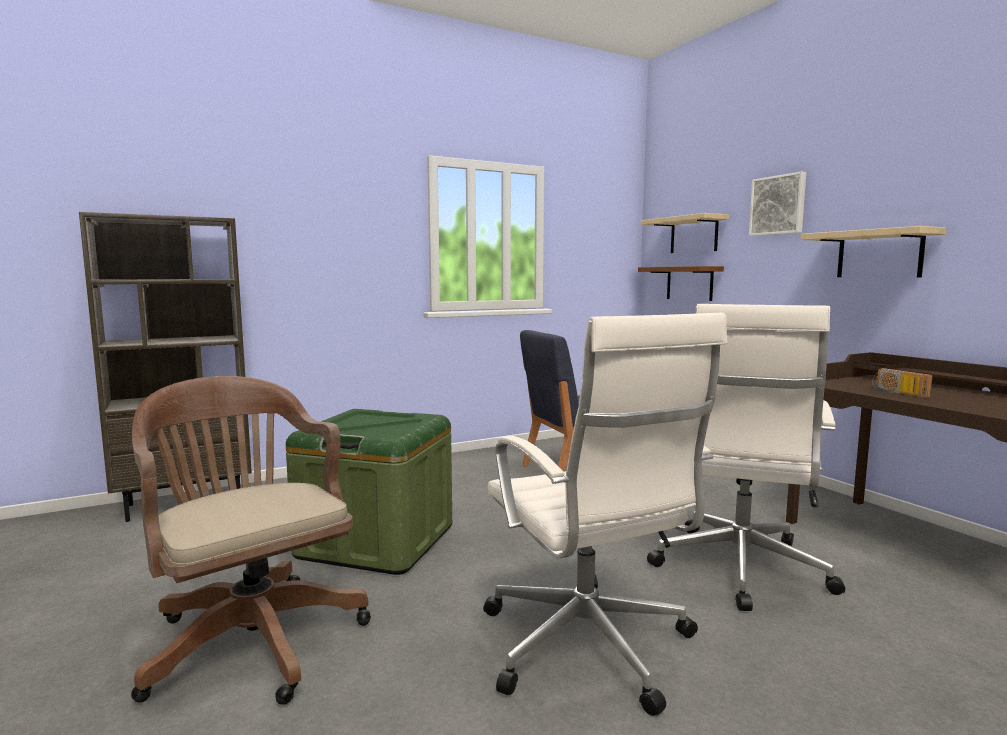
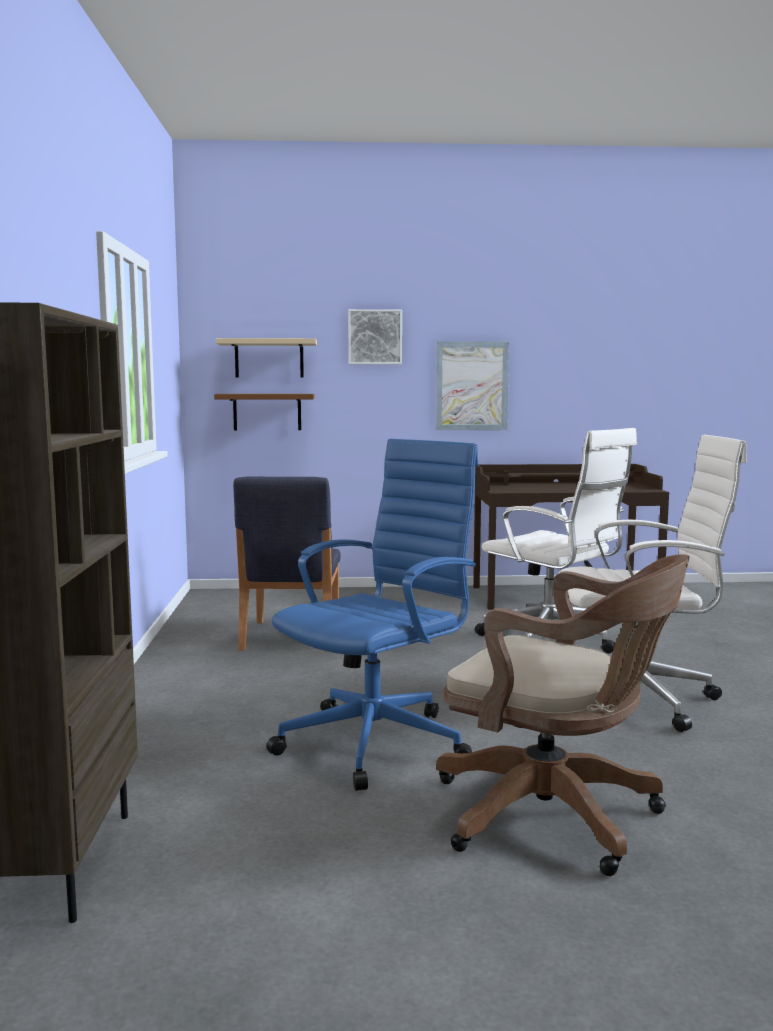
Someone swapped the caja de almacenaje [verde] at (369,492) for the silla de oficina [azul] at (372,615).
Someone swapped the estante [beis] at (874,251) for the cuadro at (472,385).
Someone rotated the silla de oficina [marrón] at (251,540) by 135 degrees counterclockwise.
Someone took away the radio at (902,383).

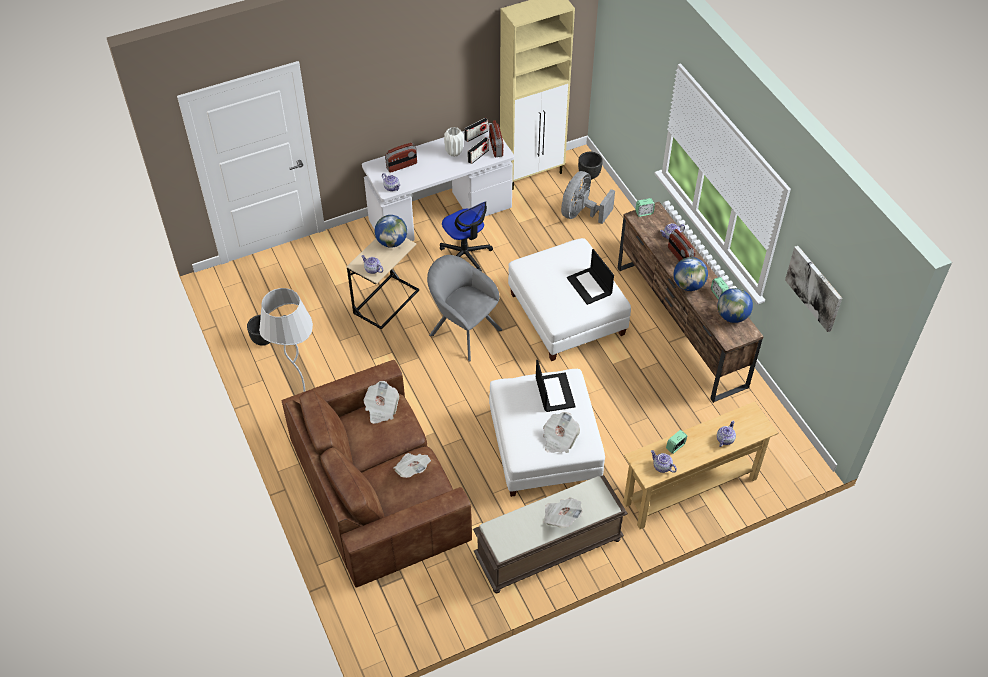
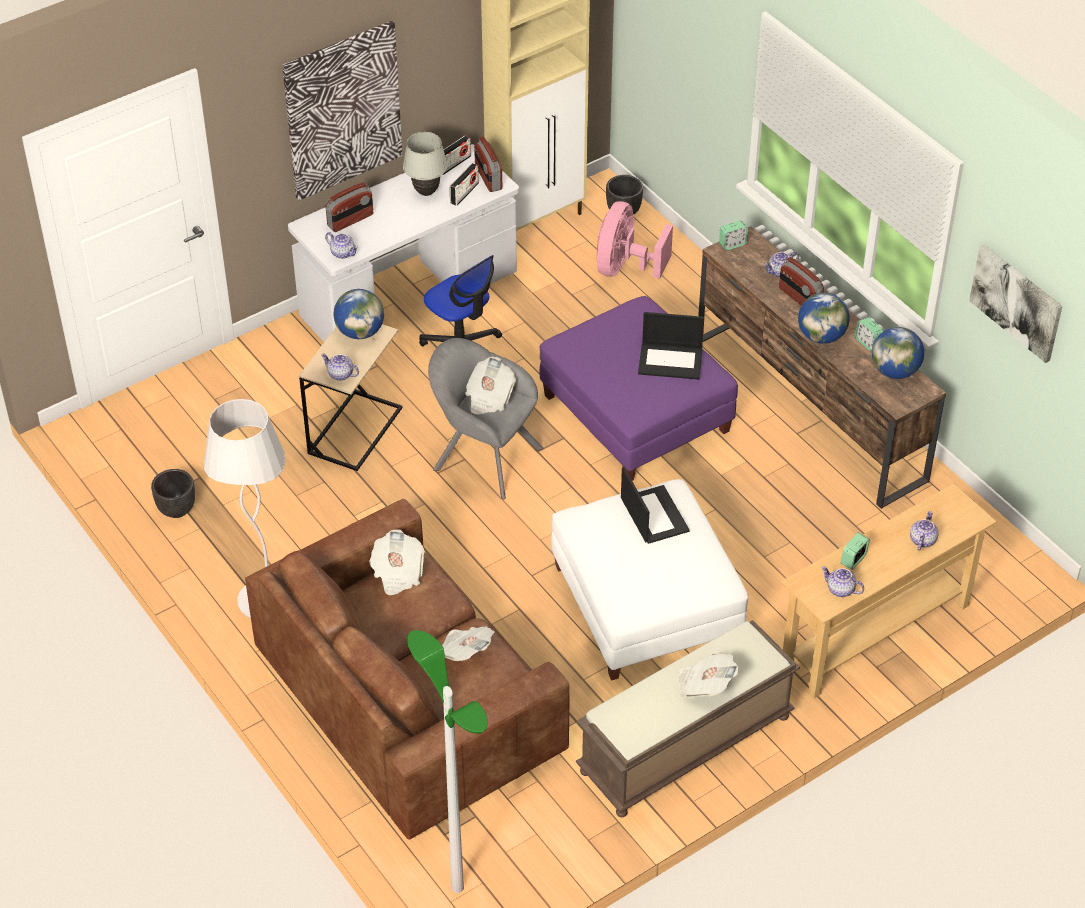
Someone put up the cuadro at (342,110).
Someone swapped the florero [blanco] at (454,142) for the lámpara de mesa [blanco] at (425,164).
Someone put down the lámpara de pie at (447,761).
Someone carried the periódico from (561,432) to (490,385).
Someone repainted the puf [blanco] at (569,299), which became the puf [morado] at (639,388).
Someone repainted the ventilador [gris] at (588,197), which became the ventilador [rosa] at (634,240).
Someone rotated the portátil at (590,277) by 45 degrees counterclockwise.

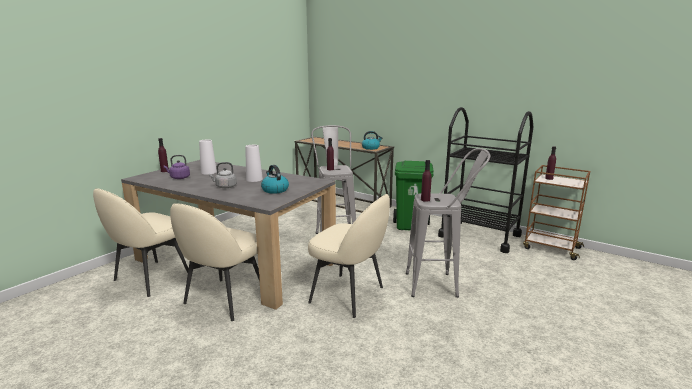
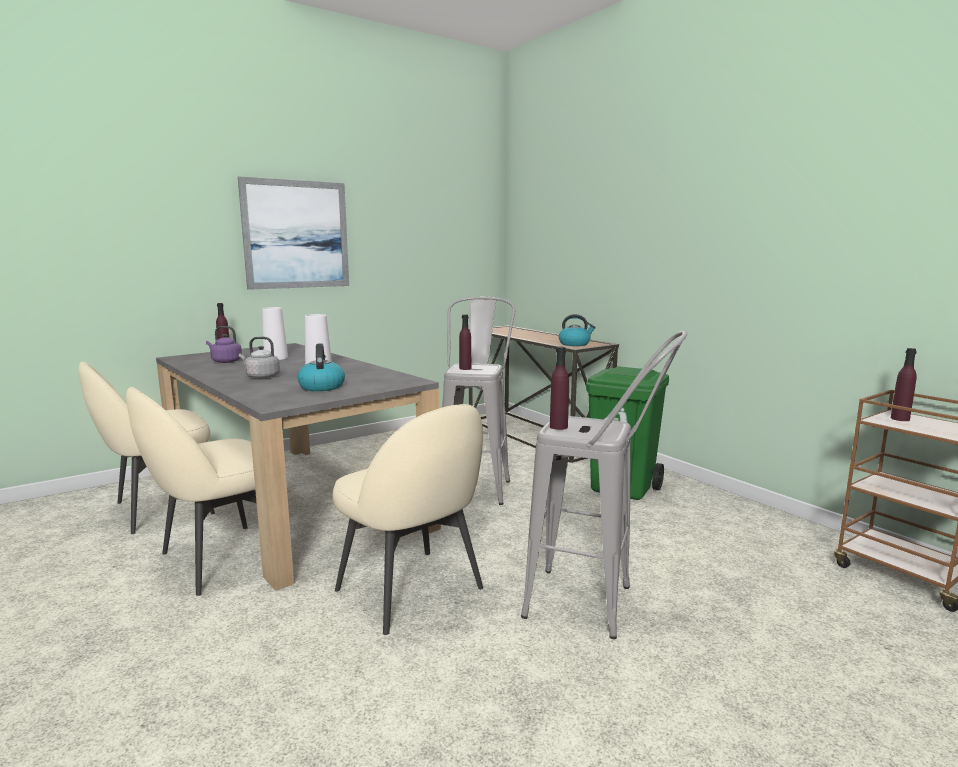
Someone put up the cuadro at (293,233).
Someone took away the carrito [negro] at (486,180).

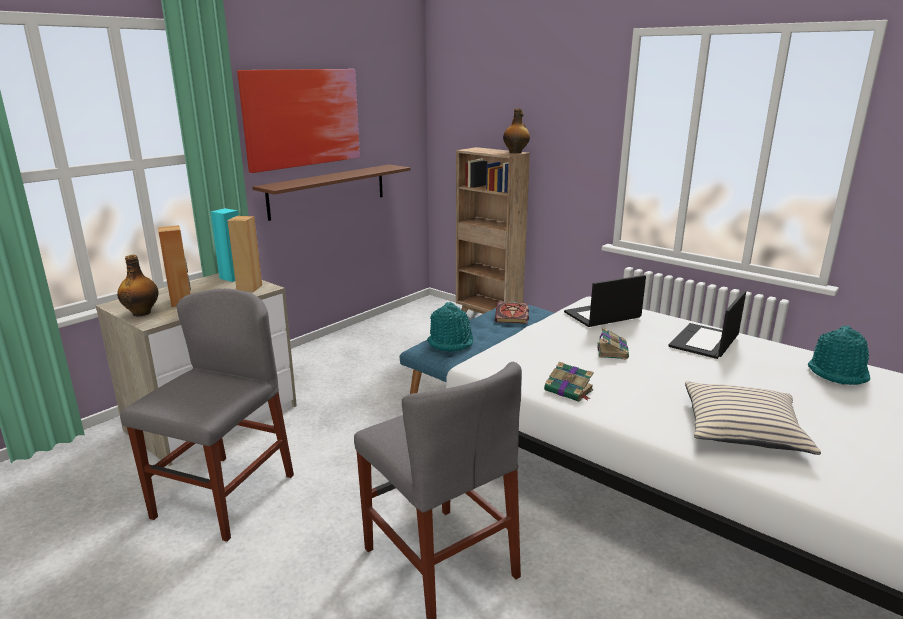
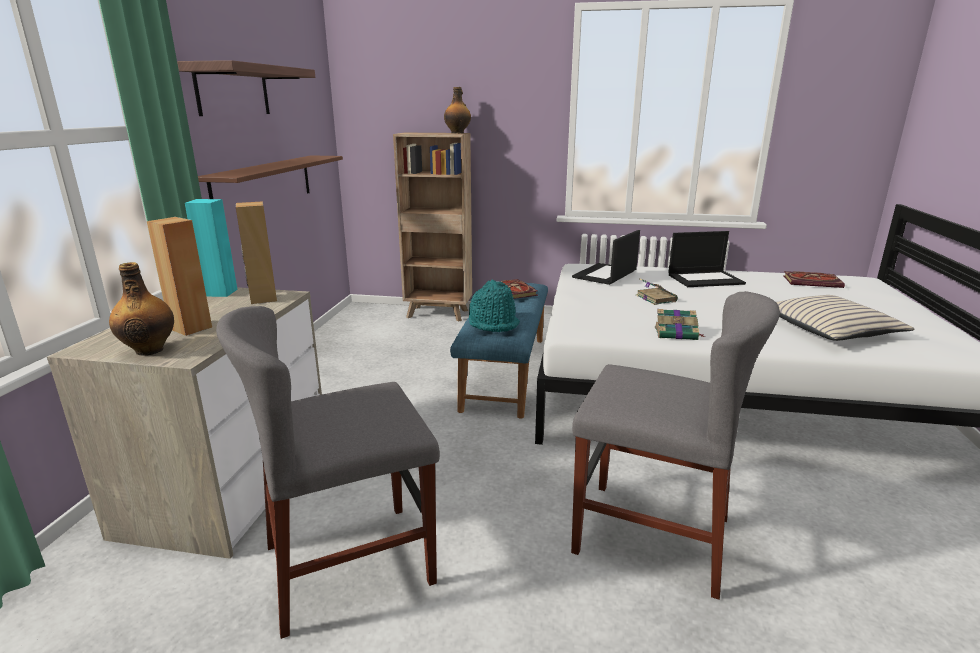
Someone swapped the cuadro at (298,121) for the estante at (246,88).
Someone rotated the silla [gris] at (207,415) by 105 degrees counterclockwise.
Someone rotated the portátil at (707,325) by 105 degrees counterclockwise.
Someone swapped the sombrero [turquesa] at (839,355) for the libro at (814,279).

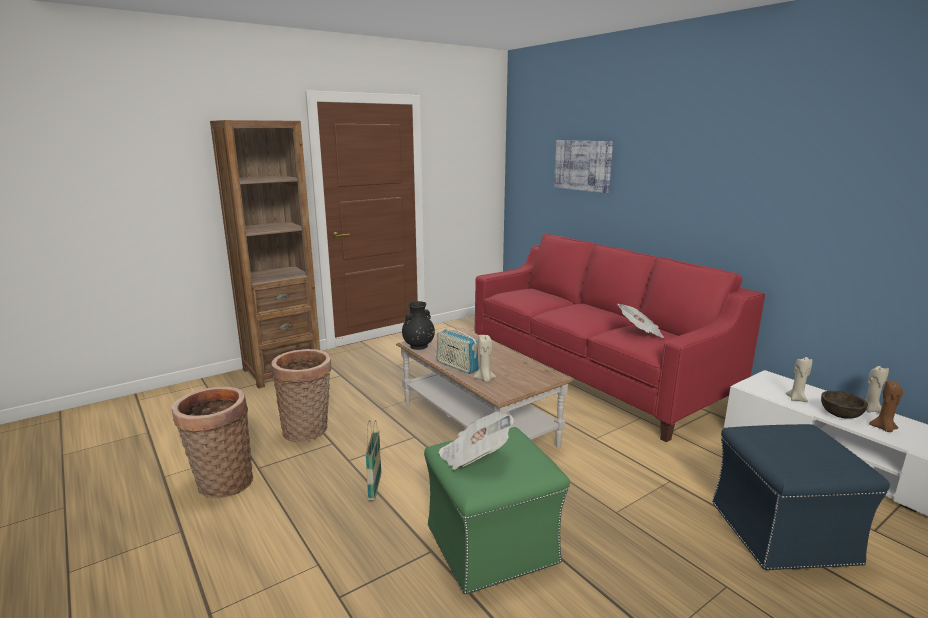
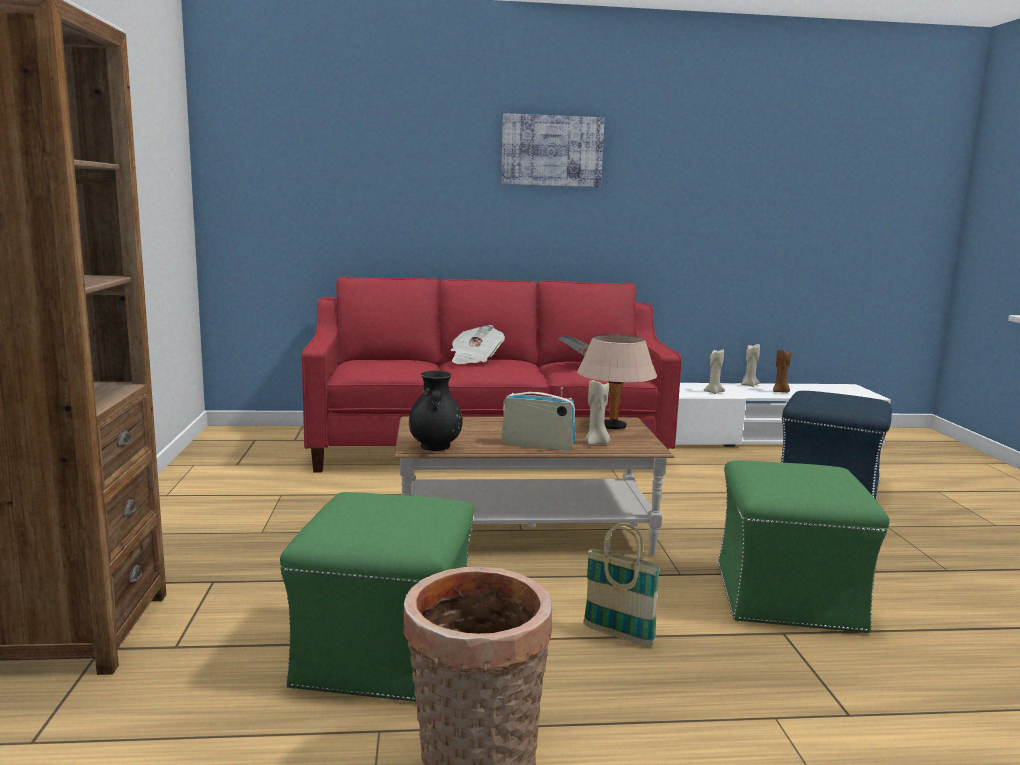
Someone swapped the cesta at (301,395) for the puf [verde] at (377,597).
Someone carried the periódico from (476,441) to (478,344).
Someone carried the cuadro from (583,166) to (553,150).
Someone rotated the radio at (458,349) by 150 degrees counterclockwise.
Someone put down the lámpara de mesa [beis] at (617,381).
Someone took away the cuenco [marrón] at (844,405).

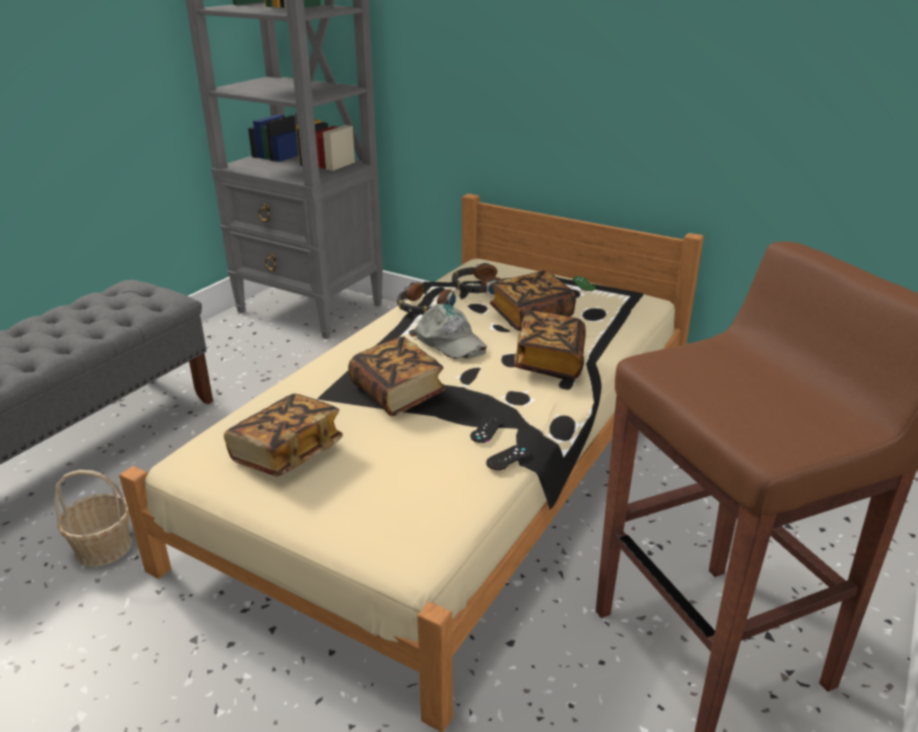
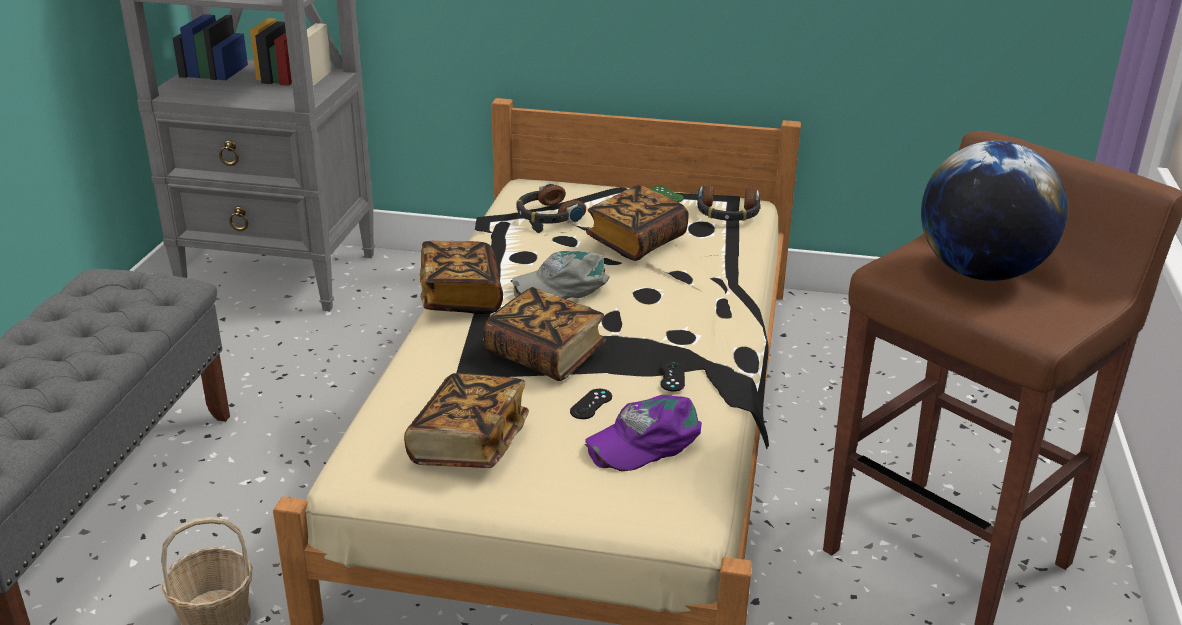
Someone carried the libro from (550,345) to (461,277).
Someone rotated the gorra [gris] at (448,331) by 135 degrees clockwise.
Someone carried the mando de consola [negro] from (508,457) to (591,404).
Someone put down the gorra [morado] at (643,433).
Someone carried the auriculares from (426,298) to (729,203).
Someone put down the globo terráqueo at (994,211).

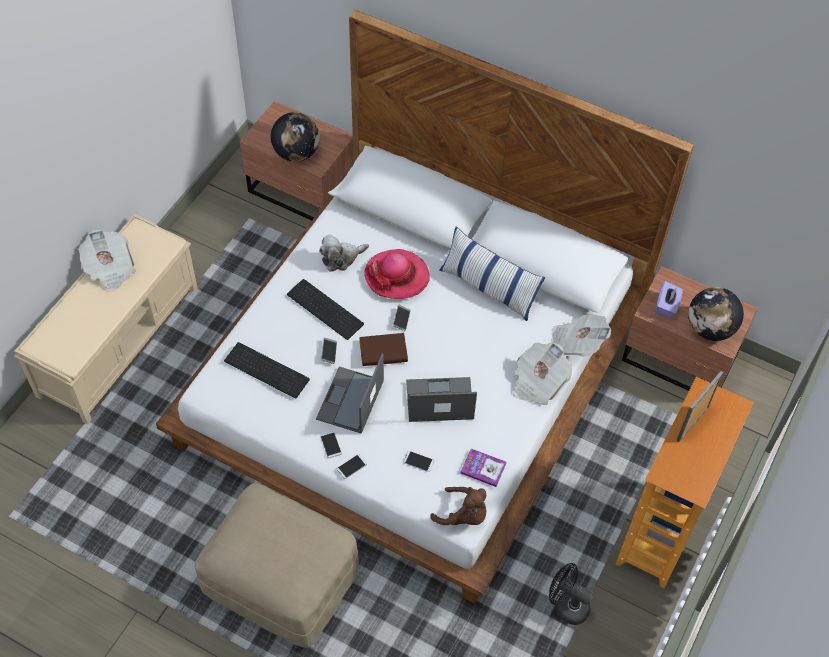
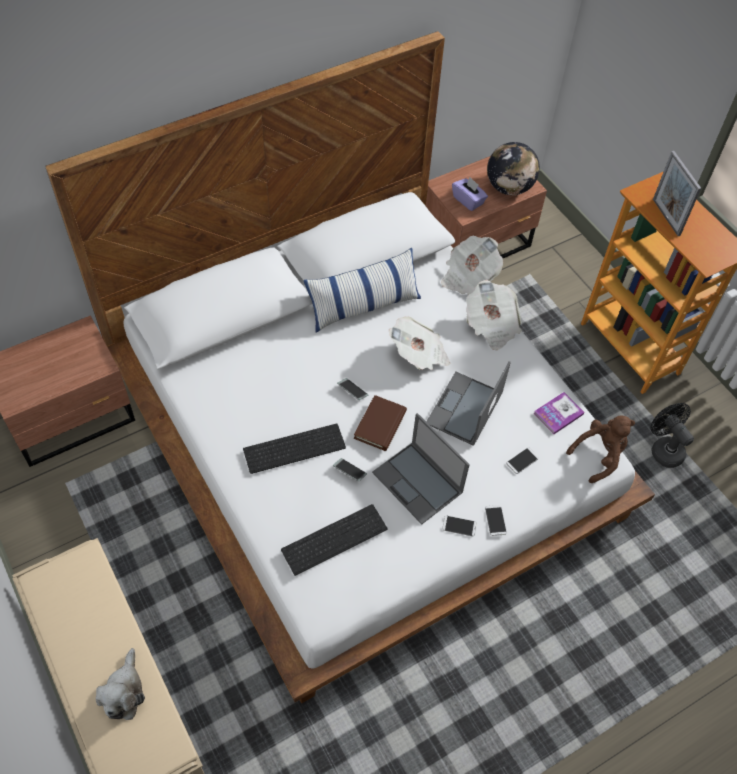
Someone carried the peluche from (344,253) to (120,684).
Someone carried the periódico from (107,260) to (420,343).
Someone rotated the ventilador [negro] at (571,594) by 90 degrees clockwise.
Someone took away the puf [beis] at (277,565).
Someone took away the globo terráqueo at (295,137).
Someone took away the sombrero at (397,274).

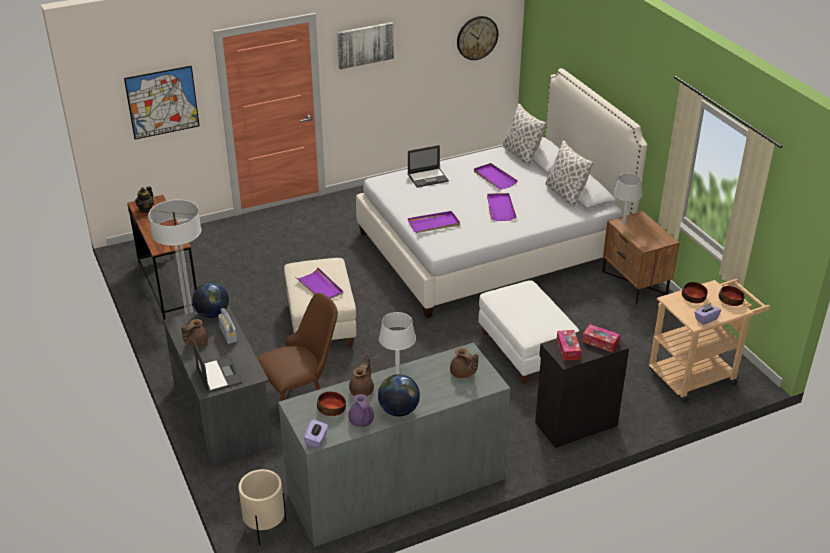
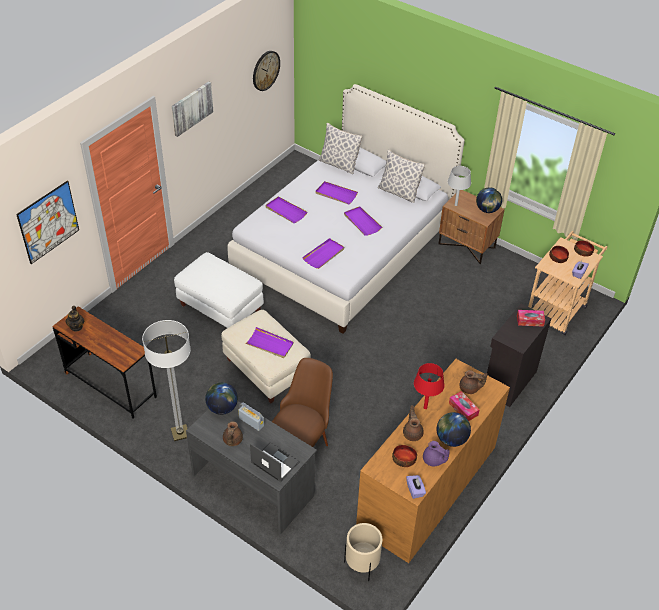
Someone carried the puf [blanco] from (529,332) to (219,290).
Someone swapped the portátil at (428,166) for the bandeja [morado] at (286,210).
Someone repainted the cómoda [gris] at (394,445), which became the cómoda [marrón] at (433,461).
Someone repainted the lámpara de mesa [gris] at (397,343), which became the lámpara de mesa [rojo] at (429,386).
Someone carried the caja de pañuelos from (569,345) to (464,406).
Someone put down the globo terráqueo at (489,200).

